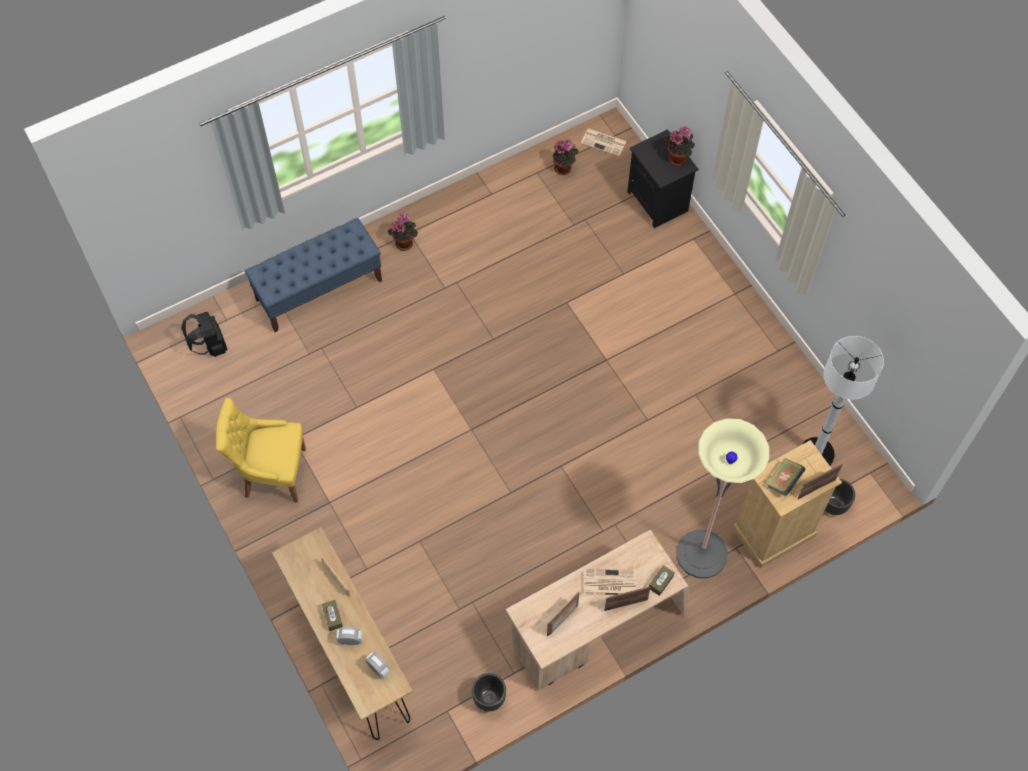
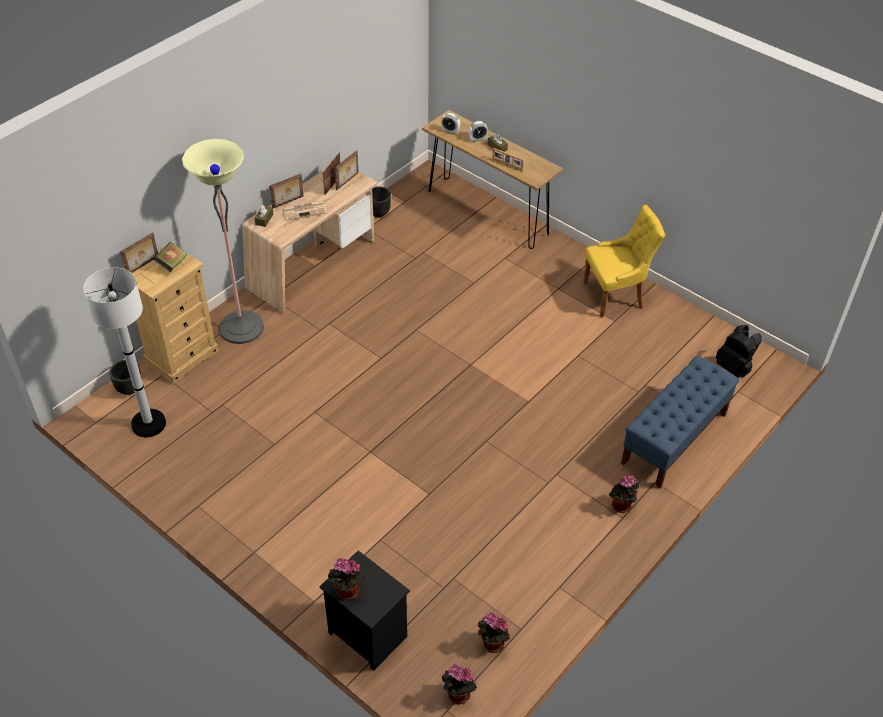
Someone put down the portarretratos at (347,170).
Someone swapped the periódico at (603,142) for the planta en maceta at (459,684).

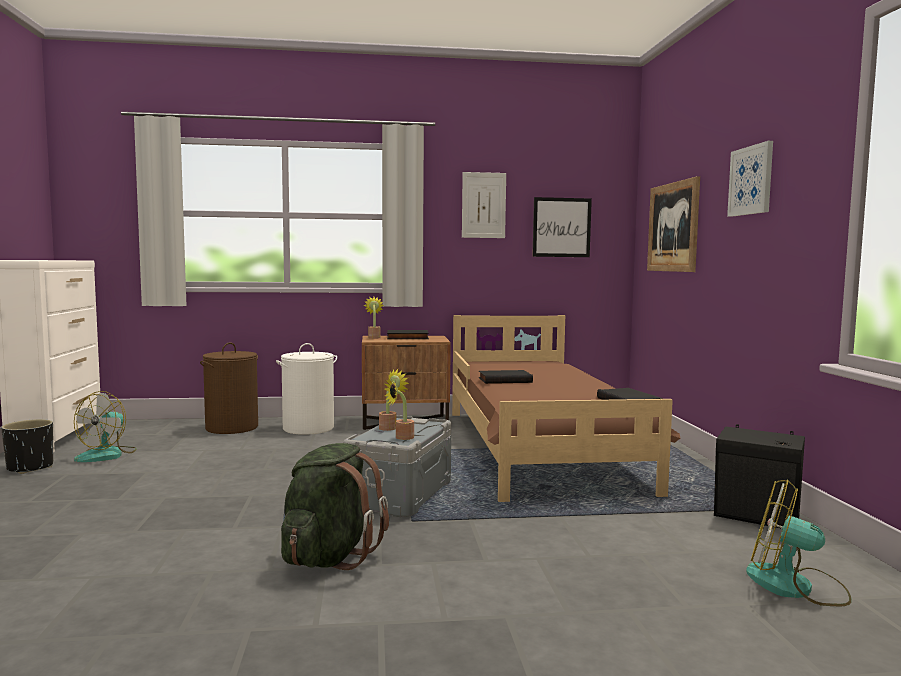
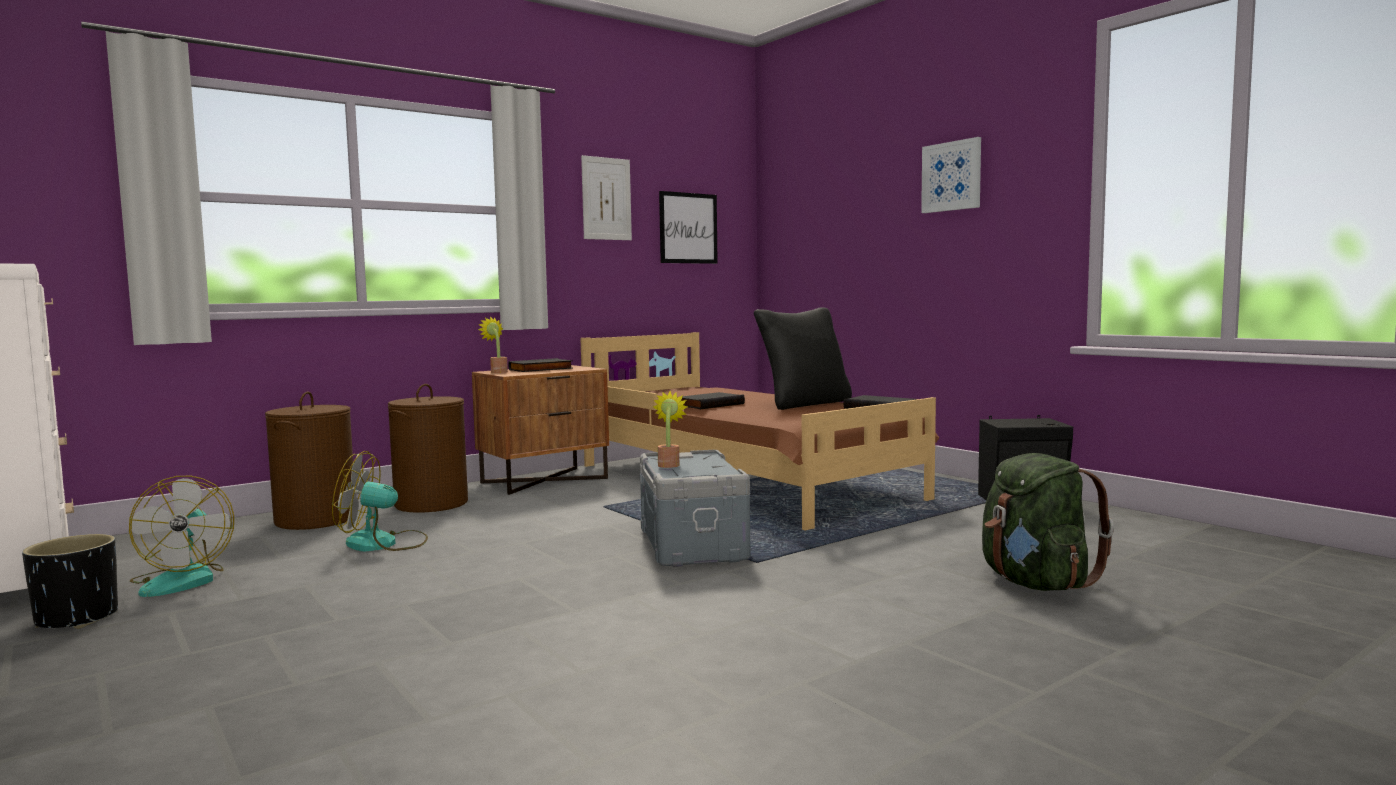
Someone carried the ventilador from (799,543) to (380,501).
Someone repainted the cesto de la ropa [blanco] at (306,389), which became the cesto de la ropa [marrón] at (428,448).
Someone put down the cojín [negro] at (803,358).
Someone carried the mochila [verde] from (335,506) to (1048,522).
Someone took away the planta en maceta at (399,409).
Someone took away the cuadro at (673,224).

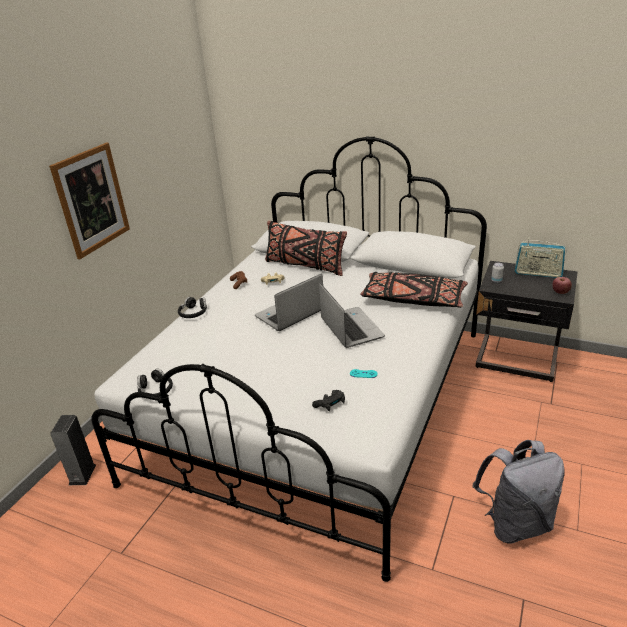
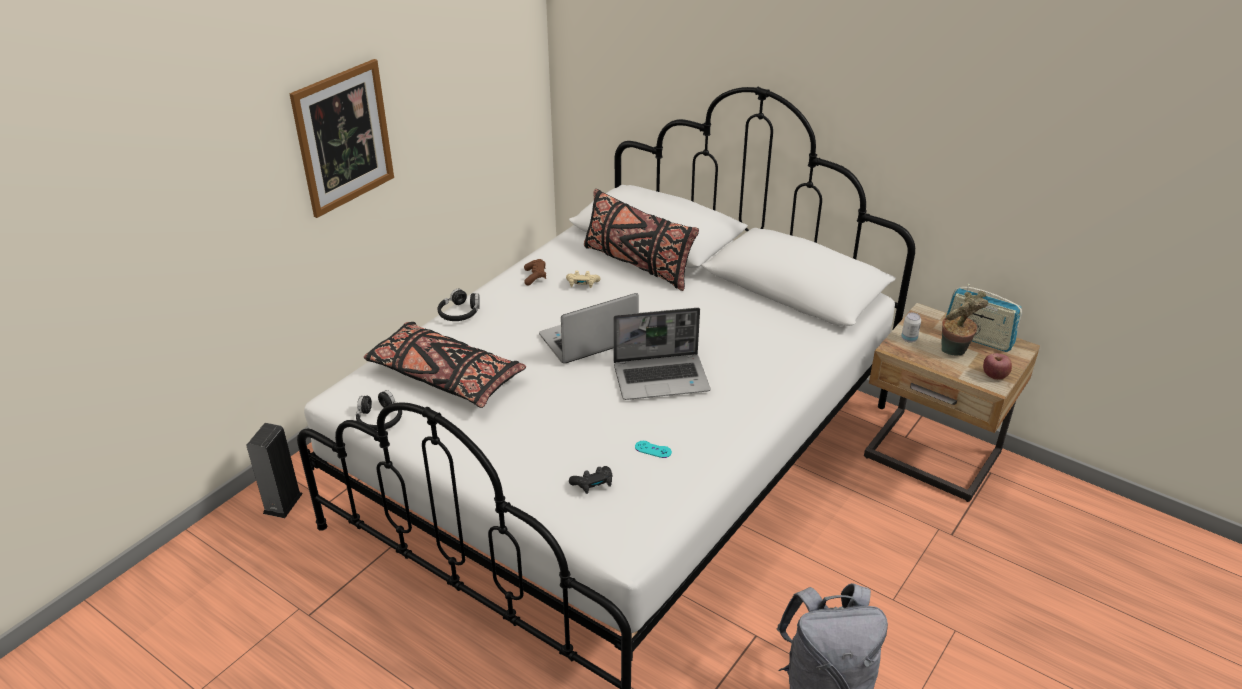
Someone carried the cojín [negro] from (414,290) to (445,365).
Someone rotated the portátil at (352,315) by 90 degrees clockwise.
Someone repainted the mesita de noche [negro] at (526,321), which became the mesita de noche [beis] at (952,402).
Someone put down the planta en maceta at (964,323).

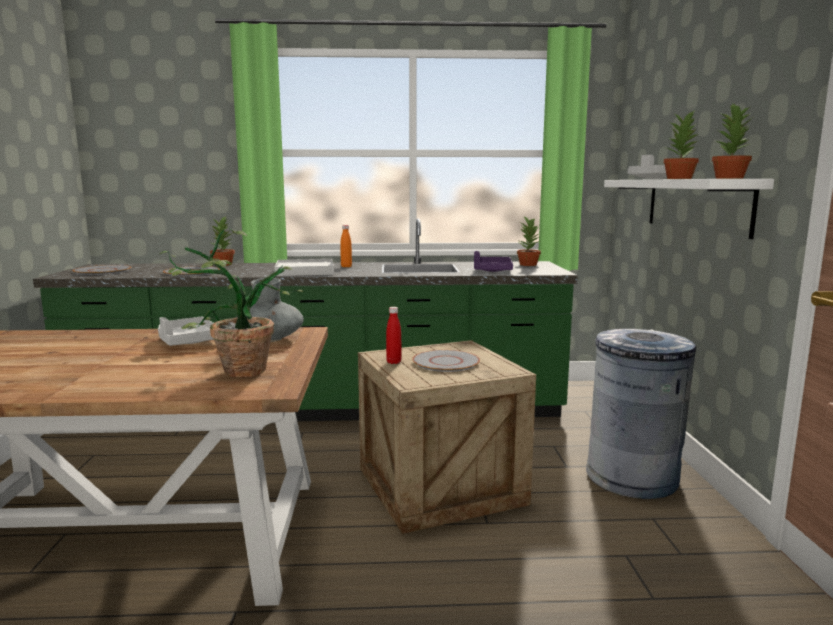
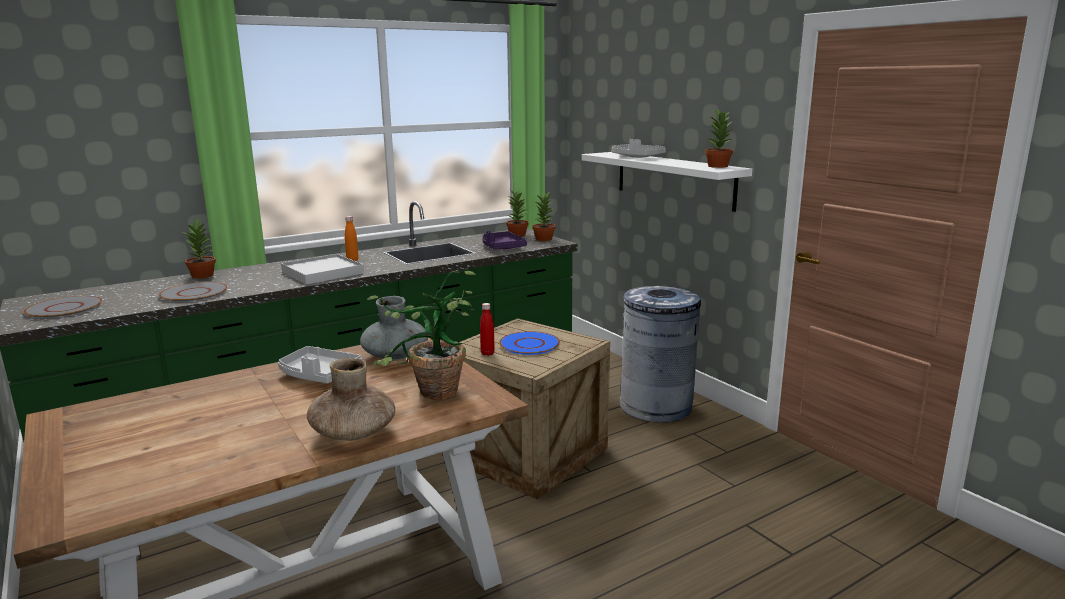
Someone put down the florero [marrón] at (351,399).
Someone repainted the plato [gris] at (446,361), which became the plato [azul] at (529,343).
Someone carried the planta en maceta from (681,144) to (543,216).

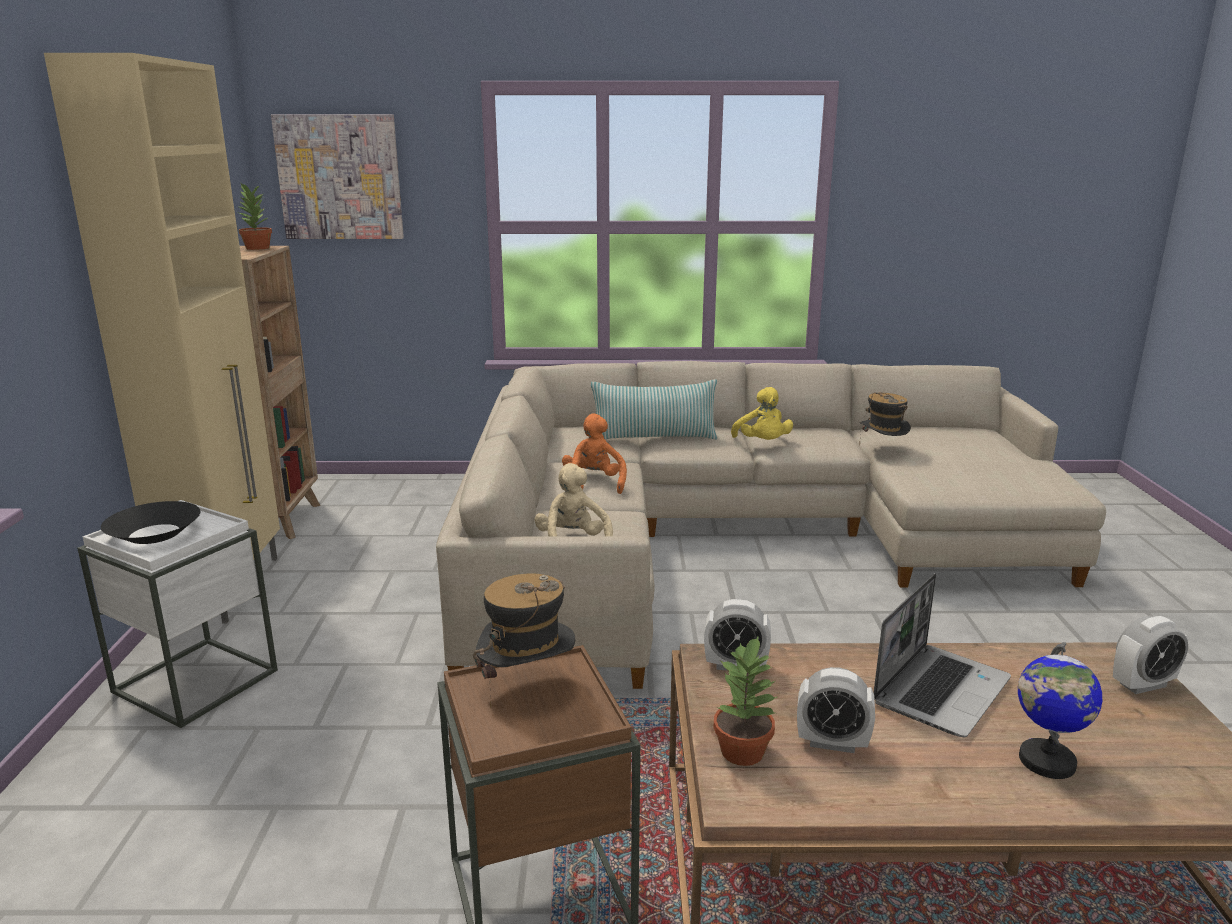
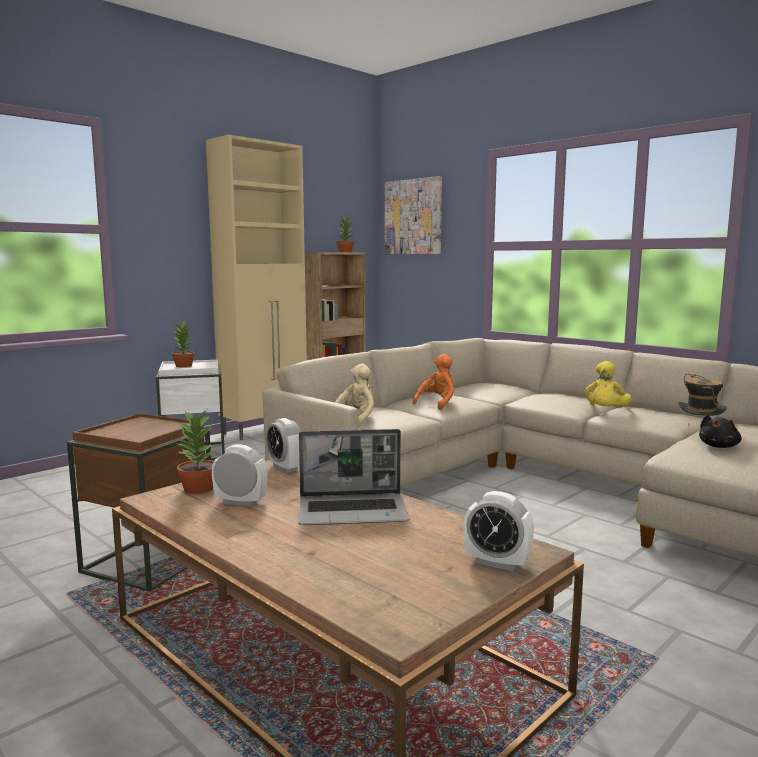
Someone swapped the cuenco [negro] at (151,522) for the planta en maceta at (183,344).
Someone rotated the despertador at (836,710) by 135 degrees clockwise.
Someone put down the peluche [negro] at (720,431).
Someone took away the sombrero at (524,640).
Someone took away the cojín at (654,410).
Someone took away the globo terráqueo at (1060,710).

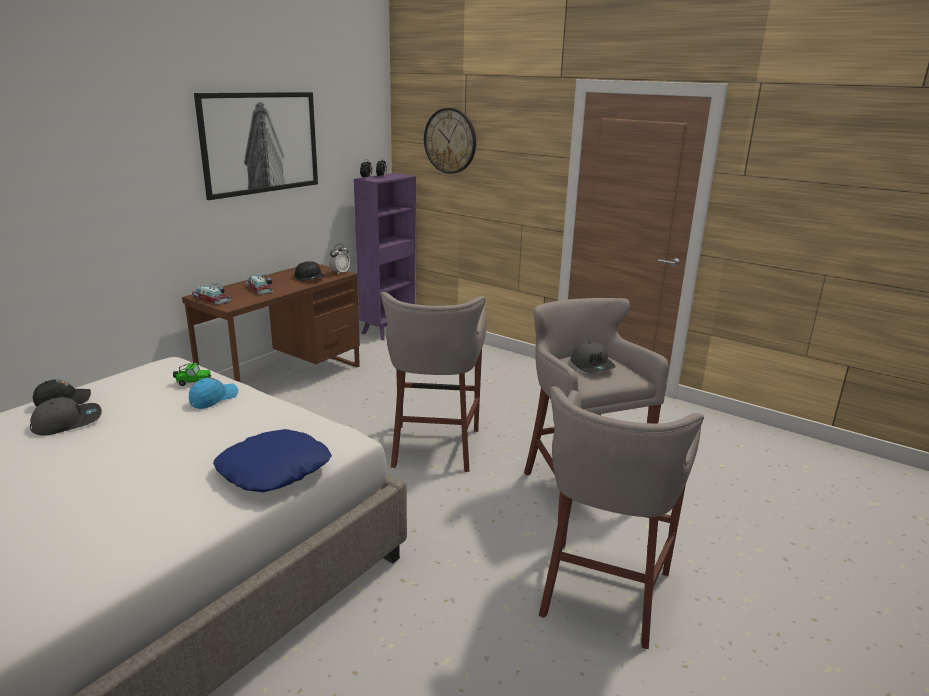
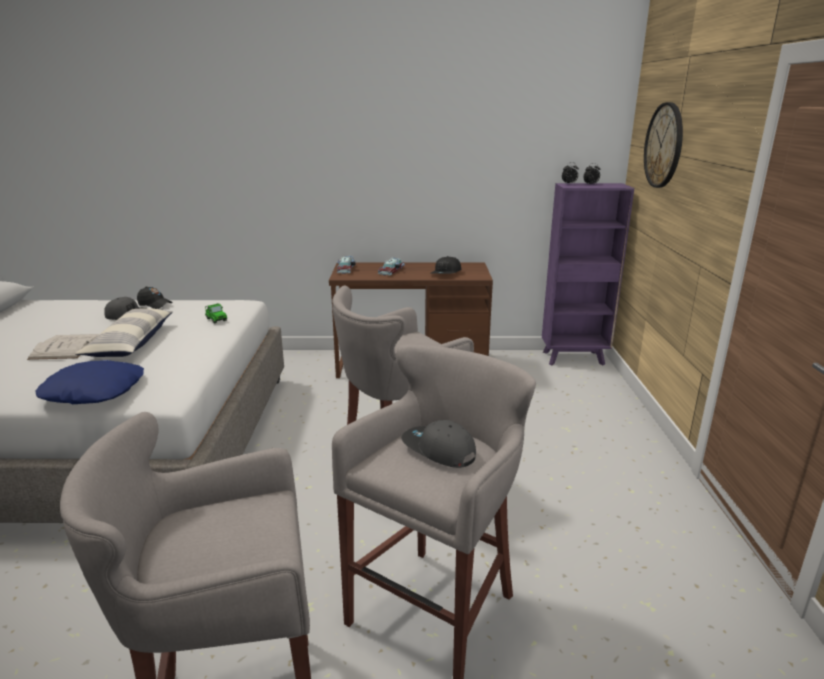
Someone put down the libro [blanco] at (63,347).
Someone put down the cojín at (124,332).
Someone rotated the gorra [gris] at (593,357) by 90 degrees clockwise.
Someone took away the gorra [azul] at (213,393).
Someone took away the cuadro at (256,146).
Someone took away the despertador at (339,259).

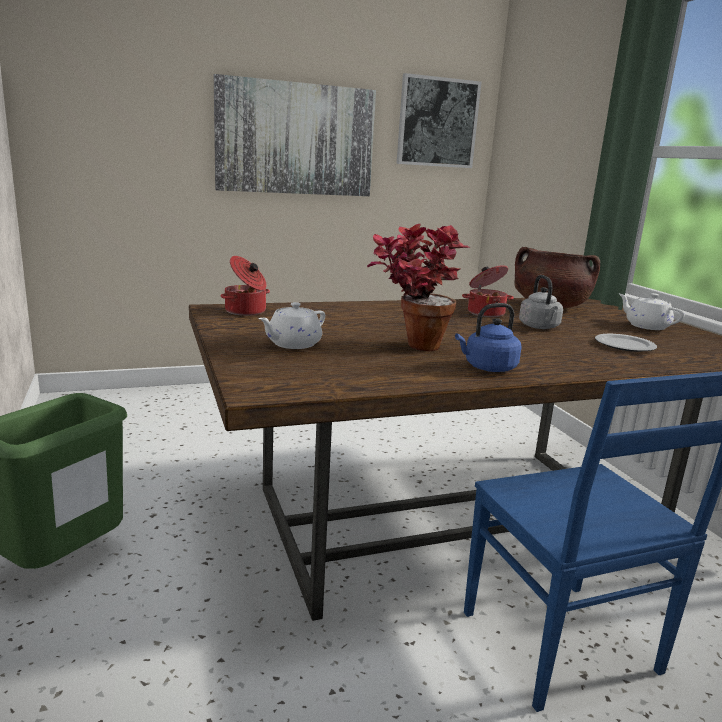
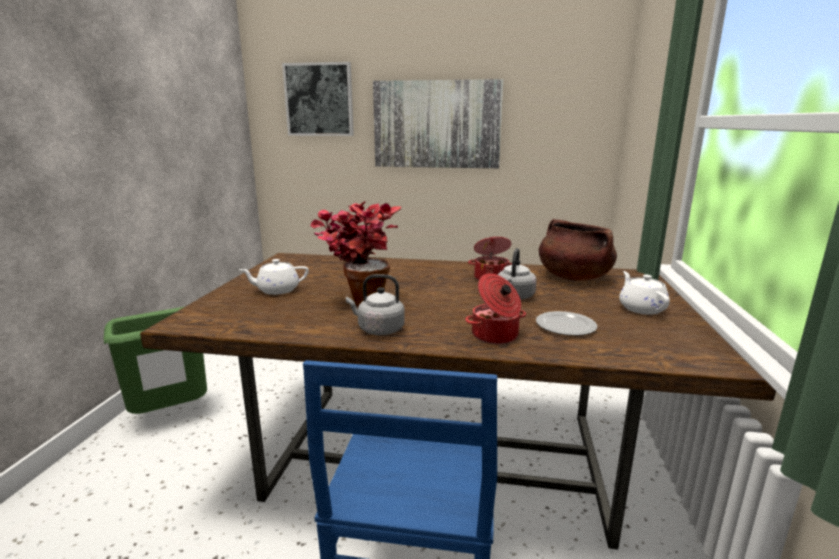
Someone carried the cuadro from (439,120) to (318,99).
Someone repainted the hervidor [azul] at (488,337), which became the hervidor [gris] at (375,304).
Someone carried the olla from (245,286) to (495,308).

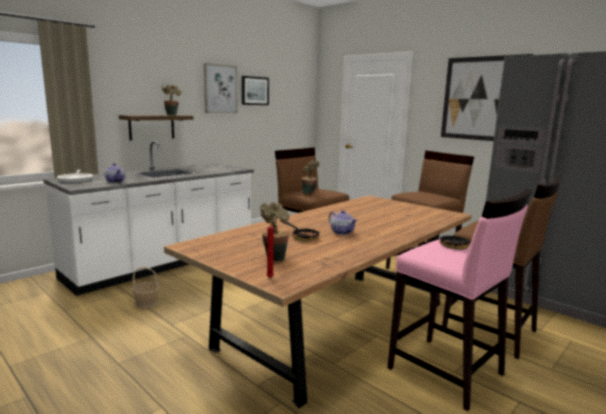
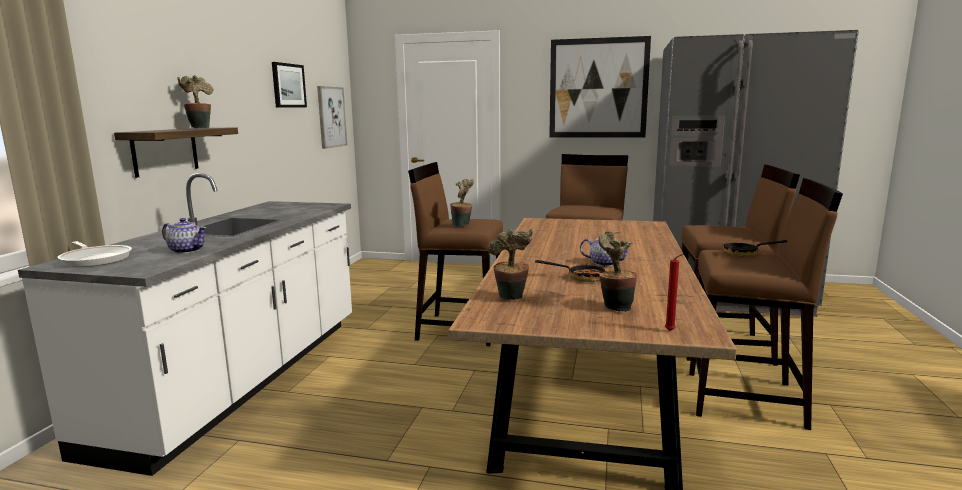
Someone carried the cuadro from (221,88) to (332,117).
Someone put down the planta en maceta at (510,264).
Someone repainted the taburete [rosa] at (460,300), which became the taburete [marrón] at (766,304).
Someone took away the cesta at (146,287).

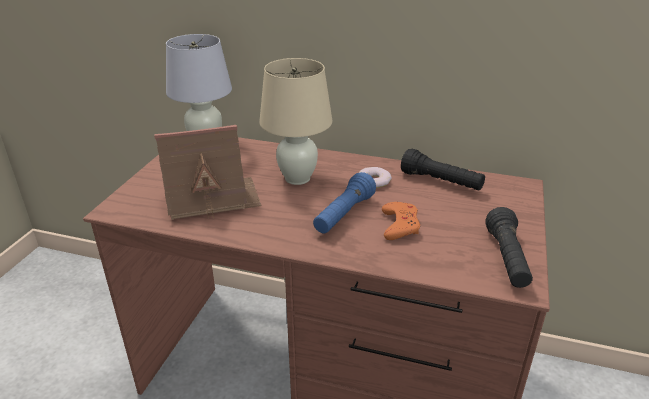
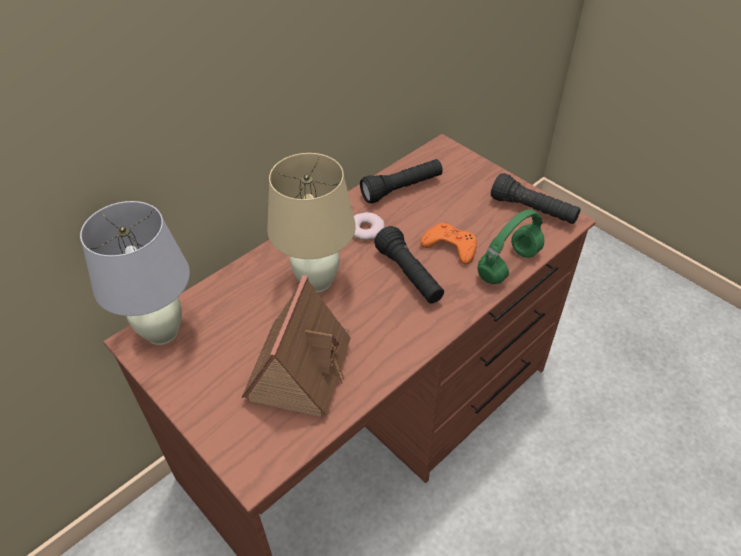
Someone repainted the linterna [azul] at (344,203), which became the linterna [negro] at (409,264).
Someone put down the auriculares [verde] at (511,246).

